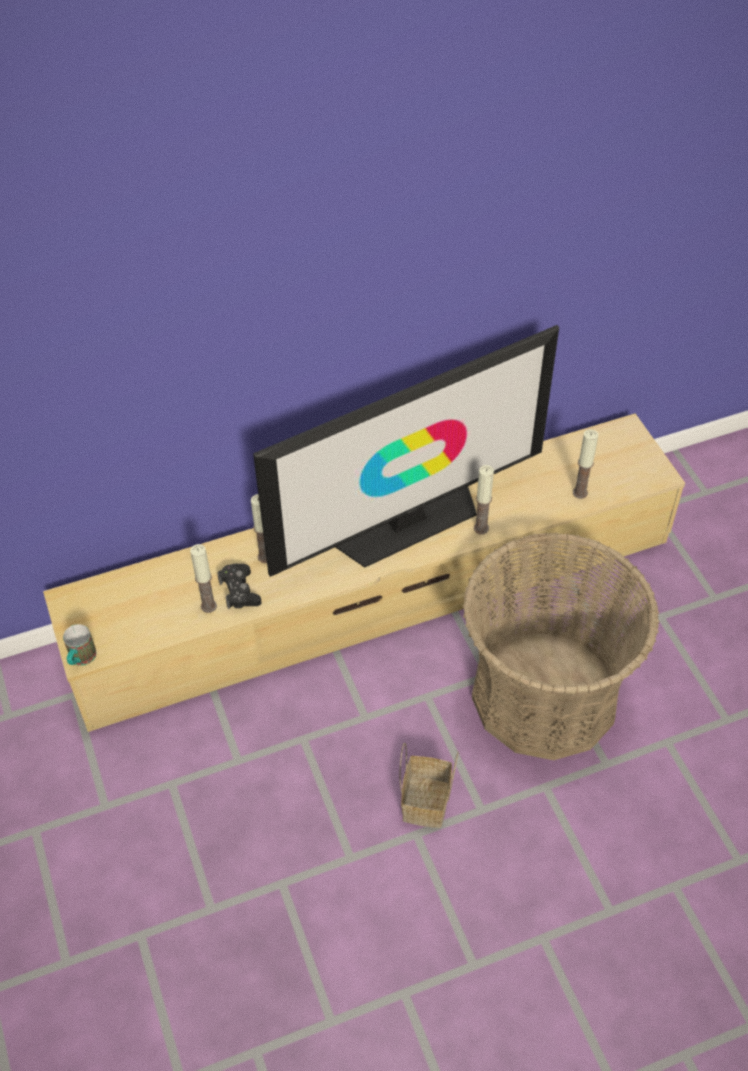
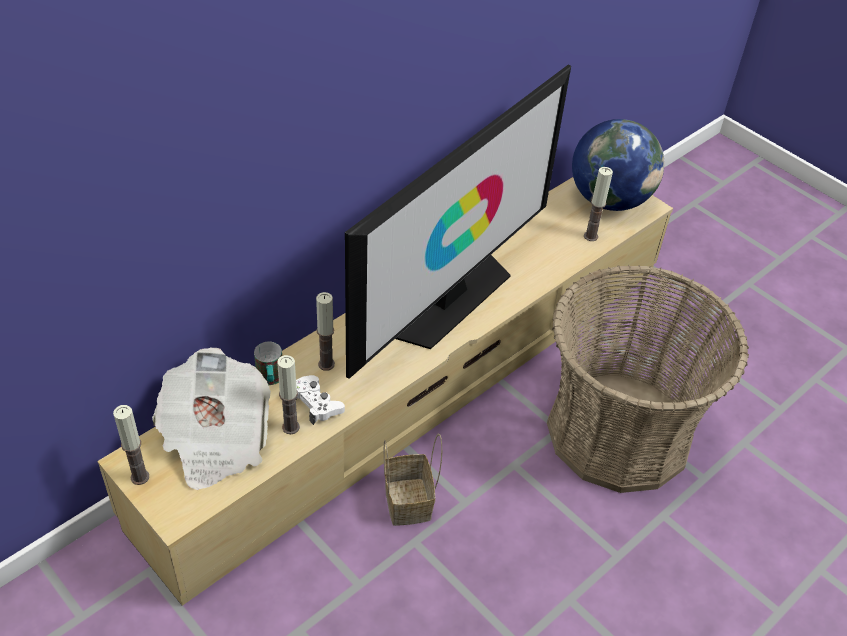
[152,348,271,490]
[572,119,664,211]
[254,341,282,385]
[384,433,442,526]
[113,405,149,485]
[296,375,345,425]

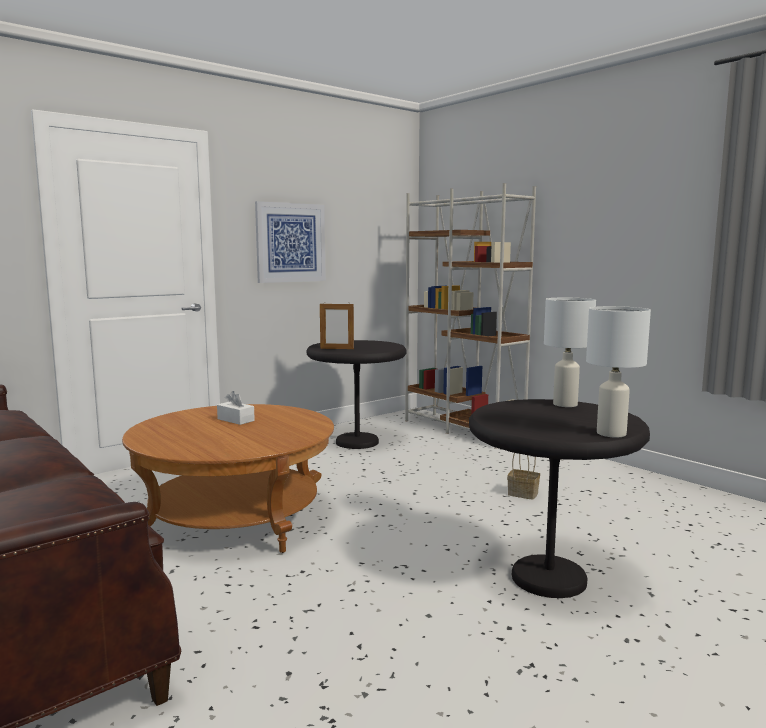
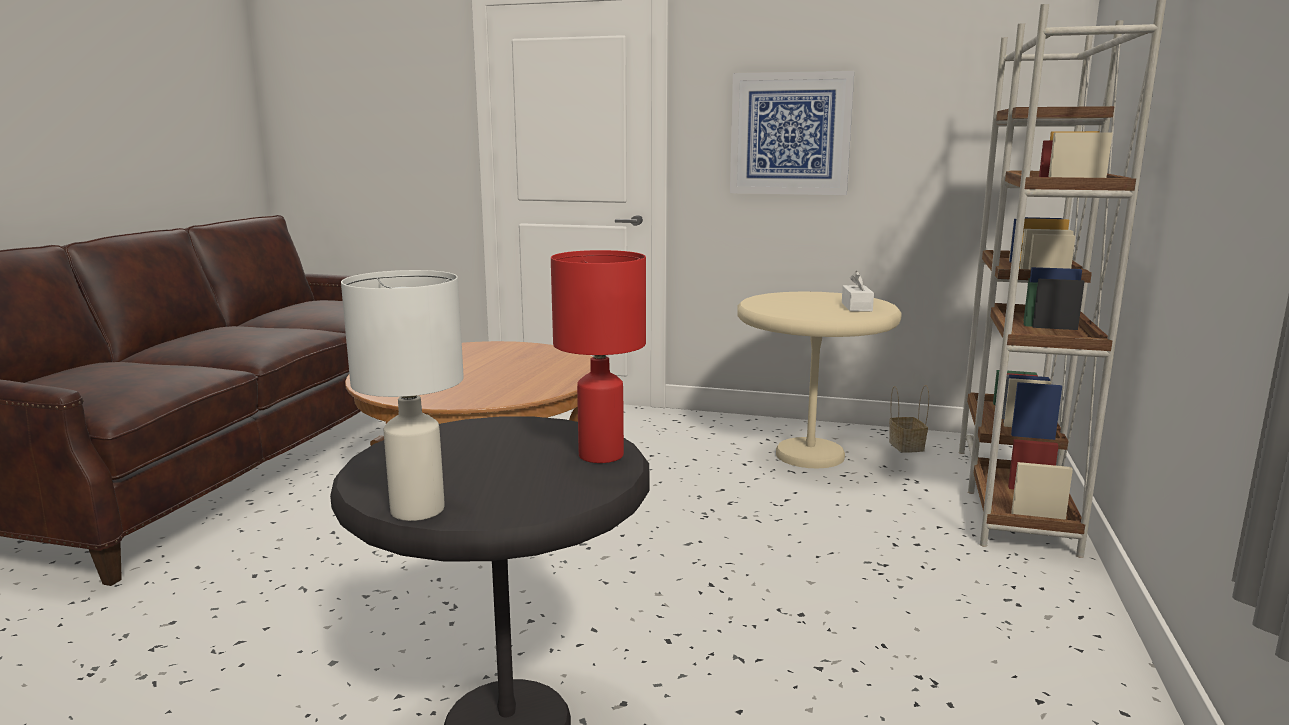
[320,302,354,349] (first image)
[842,271,874,312]
[889,385,929,453]
[737,291,902,468]
[551,250,646,463]

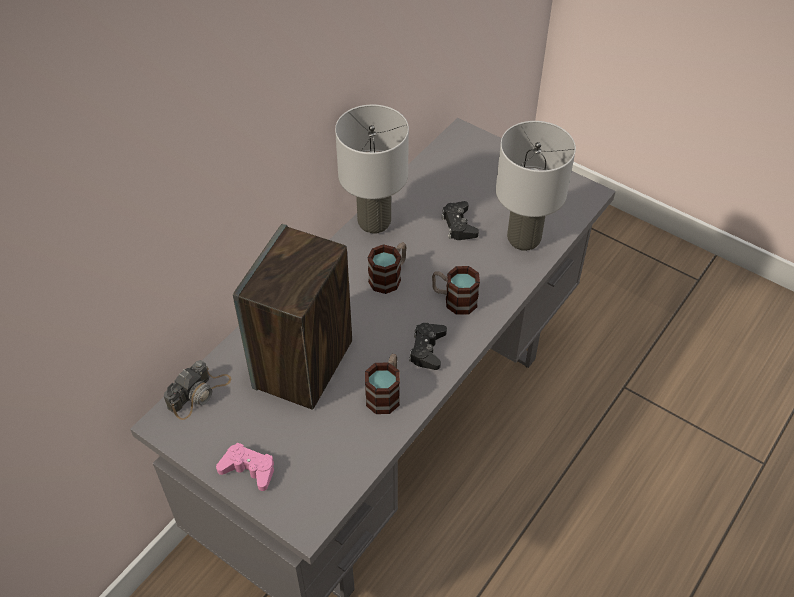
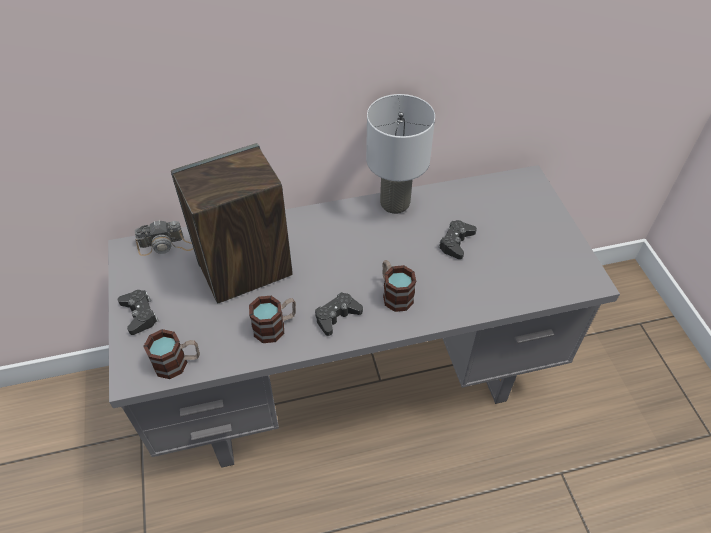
[496,121,576,251] (first image)
[143,329,200,379]
[118,290,159,335]

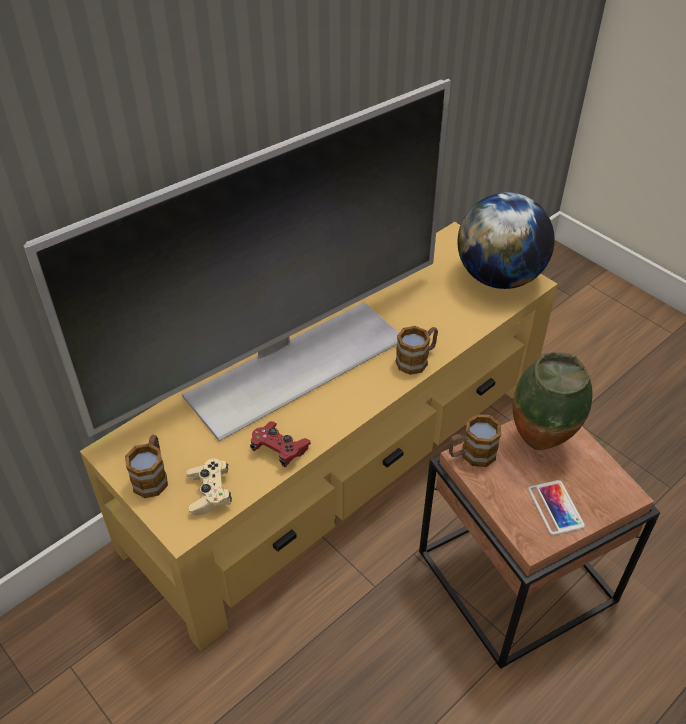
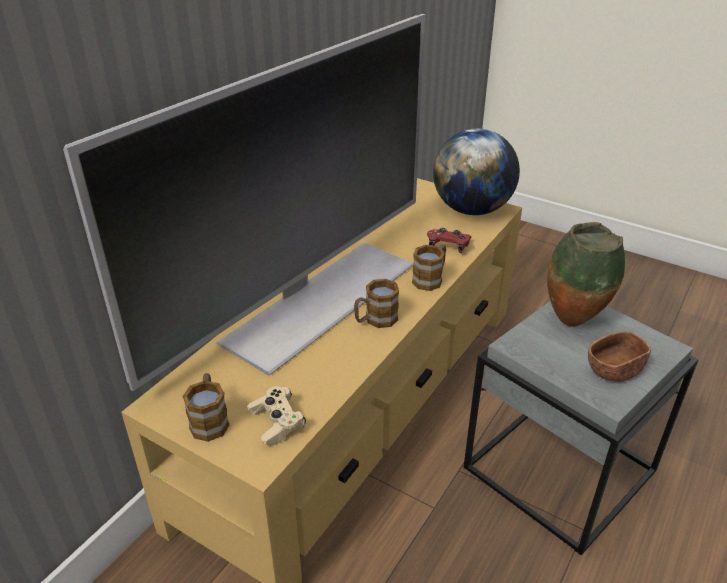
[427,228,472,253]
[354,279,399,328]
[588,331,651,382]
[464,301,699,555]

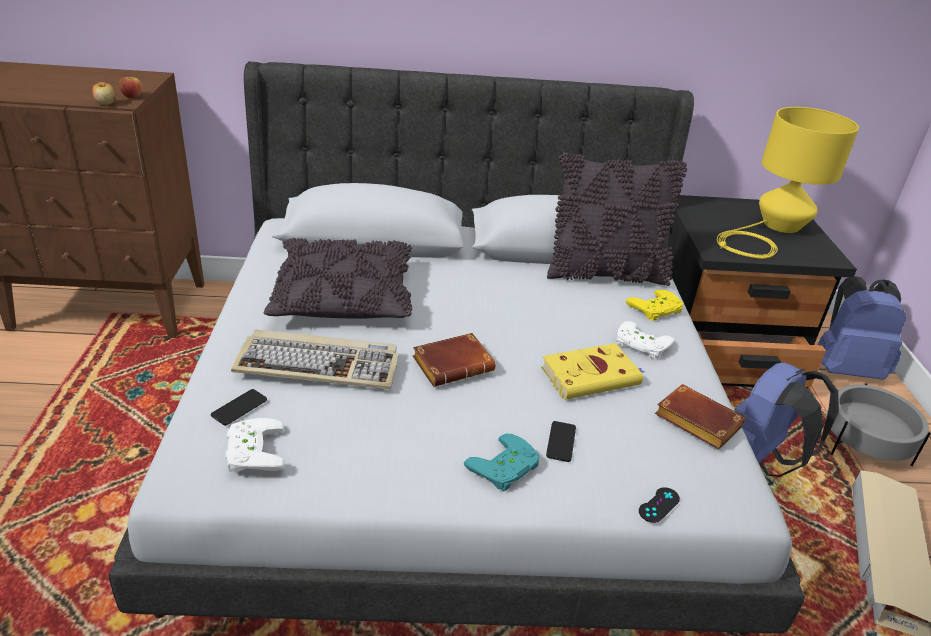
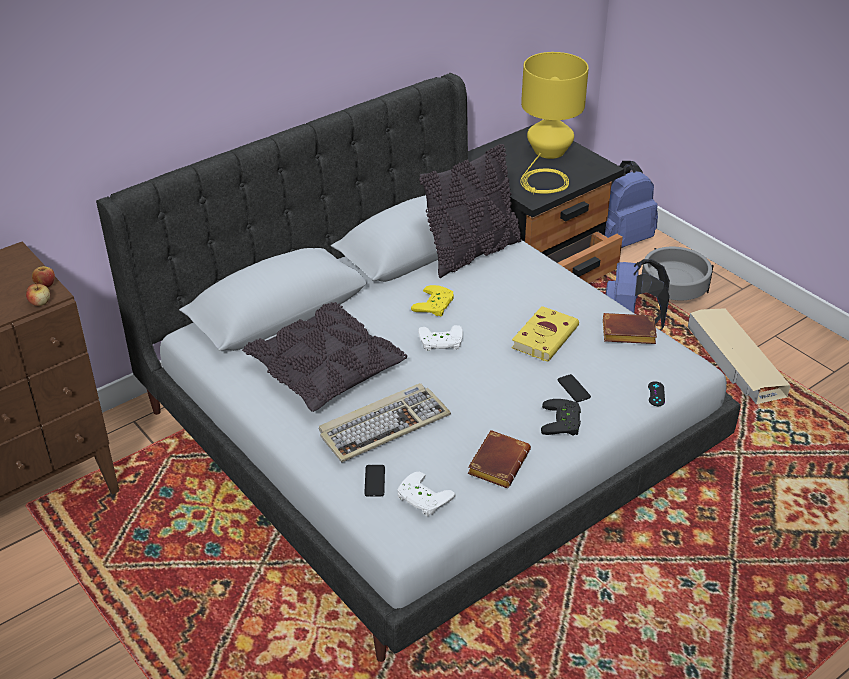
[467,430,531,488]
[418,325,463,351]
[411,285,454,316]
[541,399,581,436]

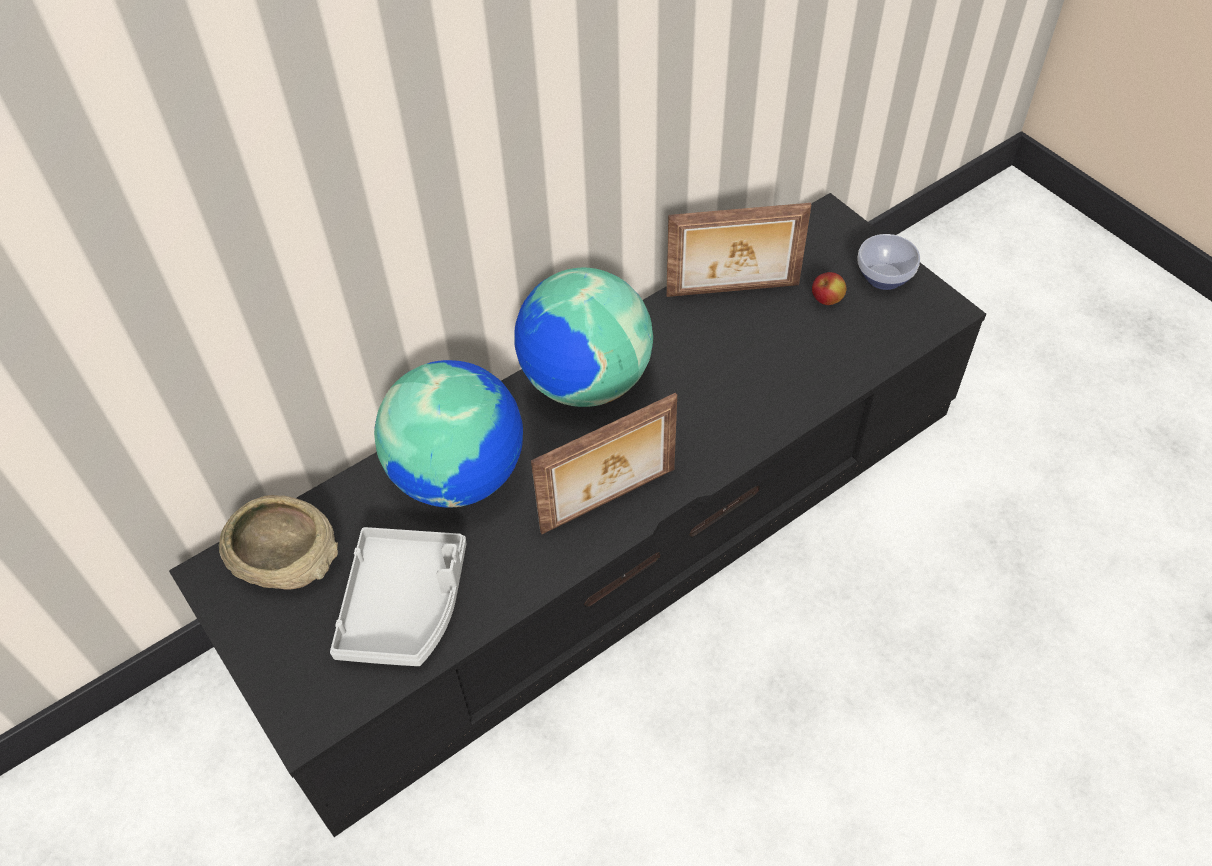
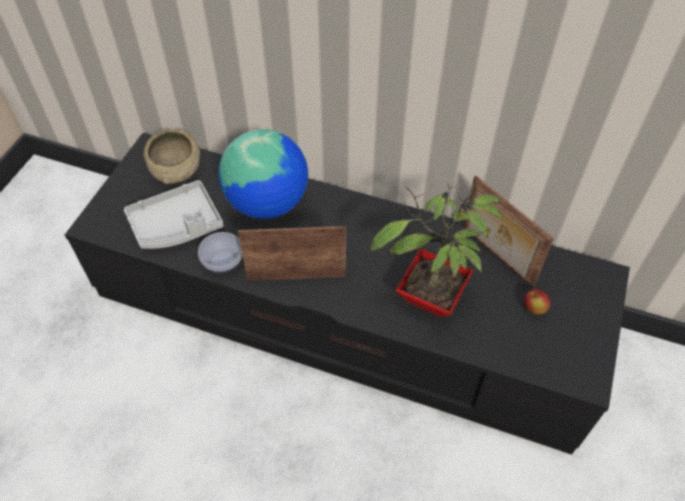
[514,268,653,407] (first image)
[369,183,502,317]
[198,232,243,273]
[238,226,346,281]

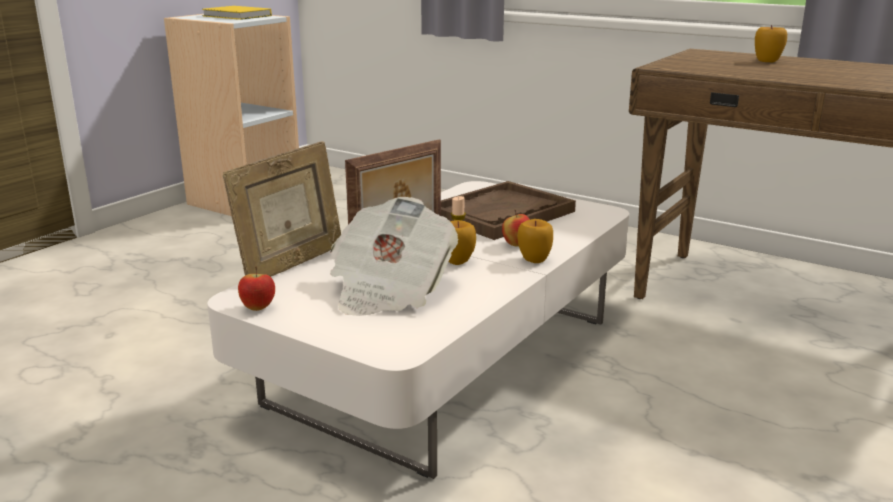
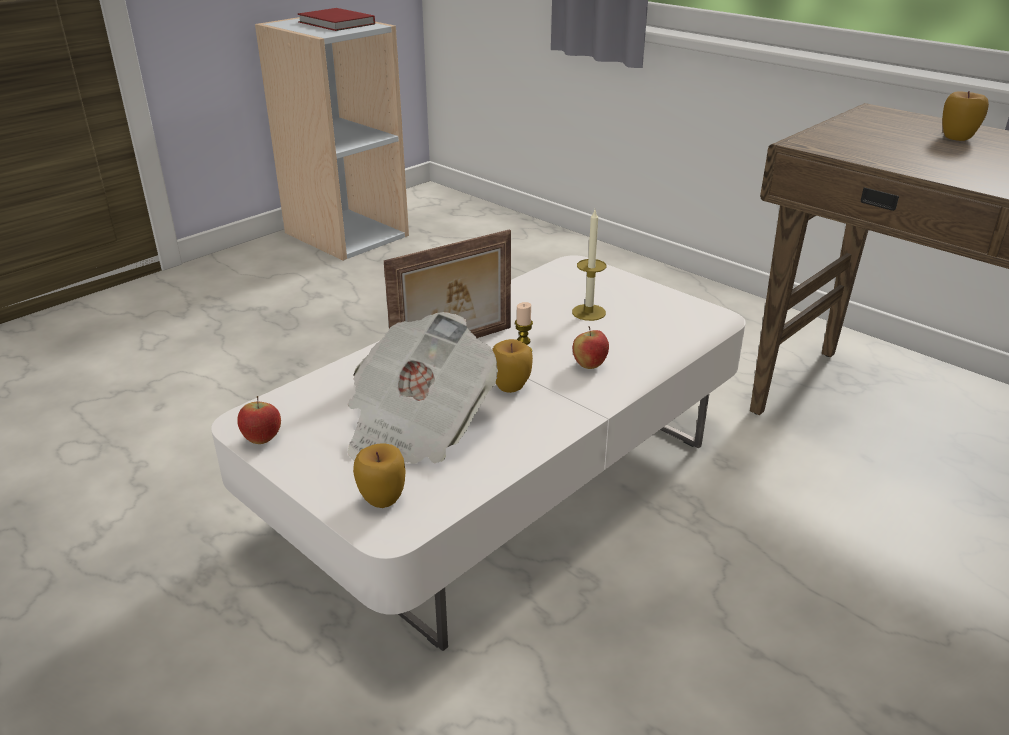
[223,141,341,277] (first image)
[353,443,406,508]
[572,210,606,321]
[297,8,375,31]

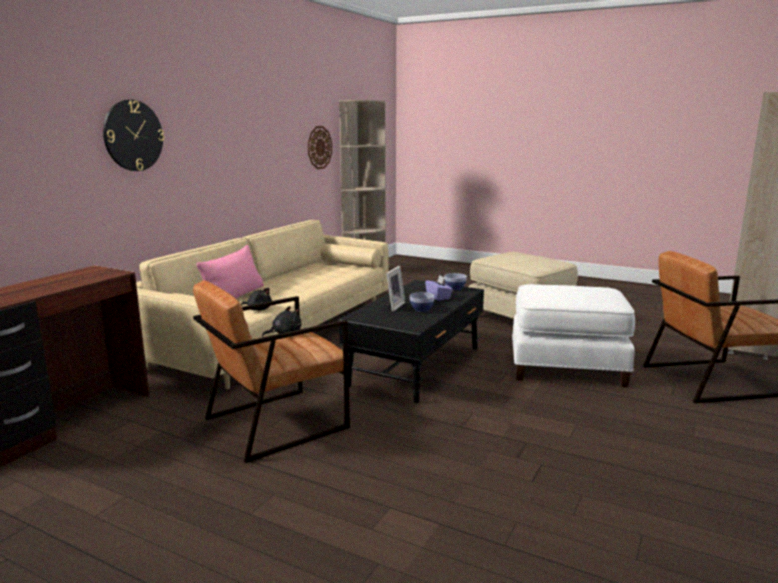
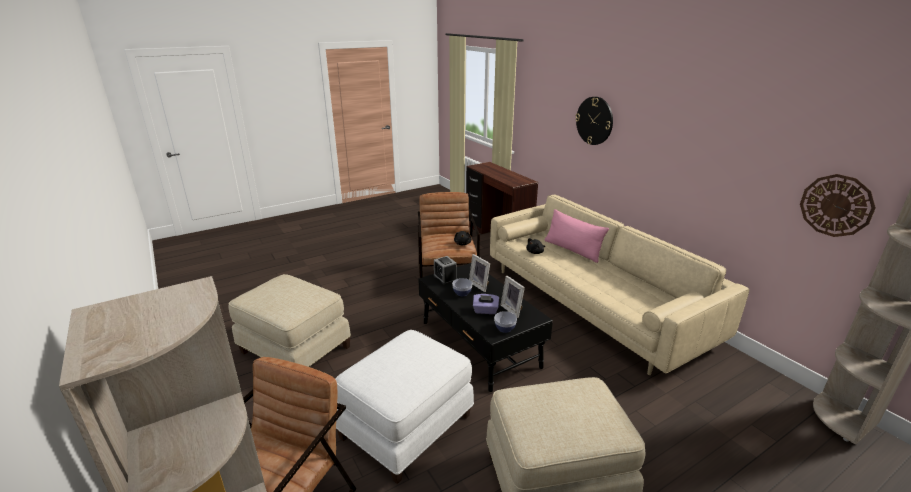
[228,274,351,367]
[434,256,457,285]
[501,276,525,318]

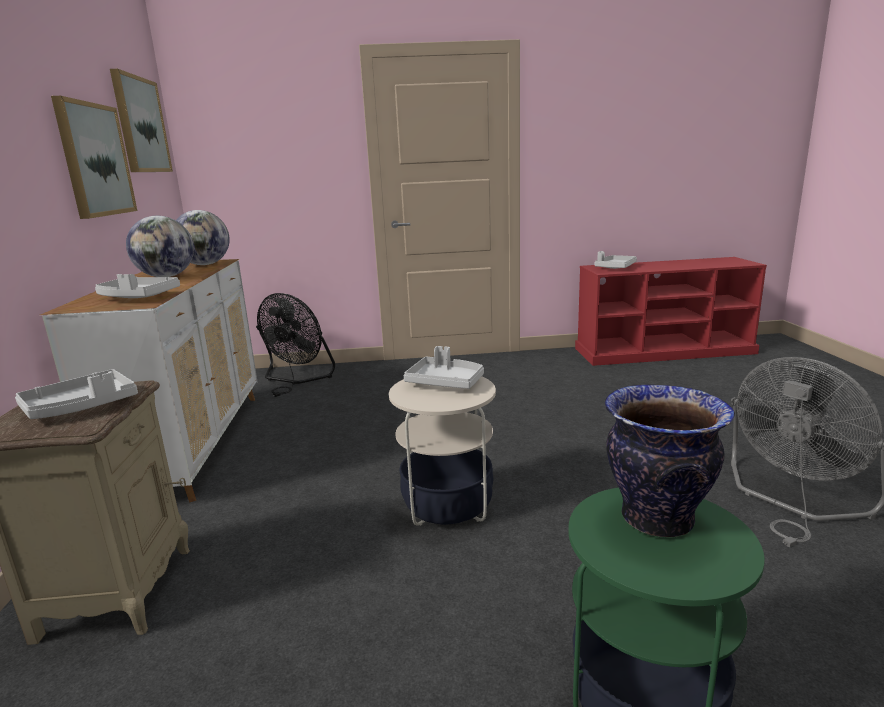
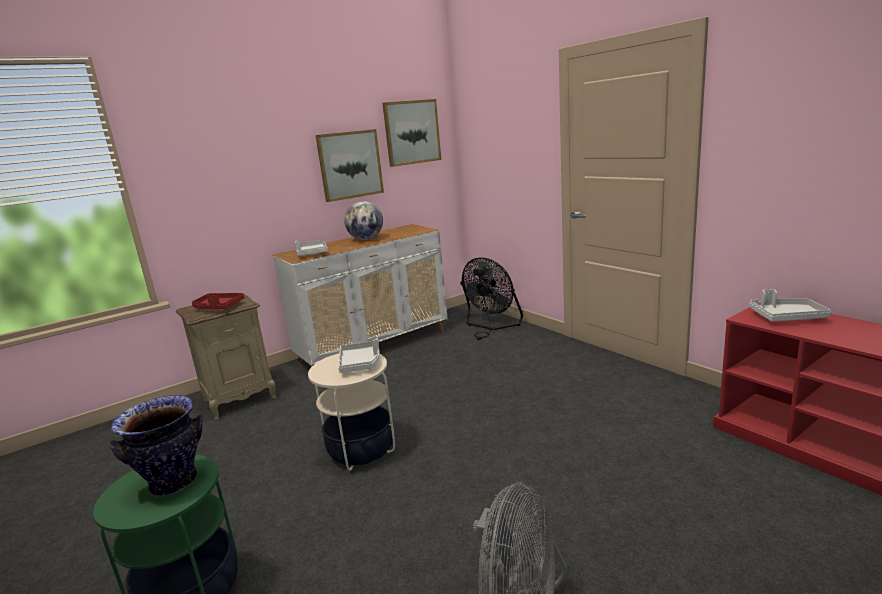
[176,210,230,265] (first image)
[192,293,244,309]
[460,258,523,340]

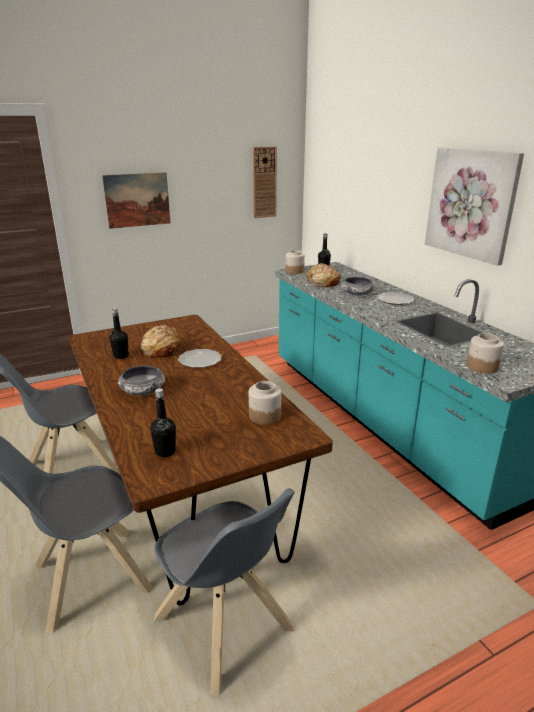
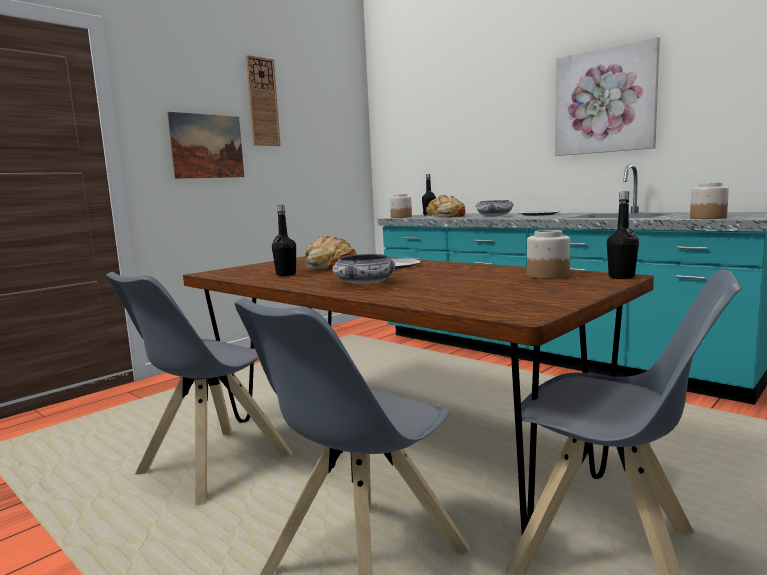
[607,191,639,279]
[246,55,281,146]

